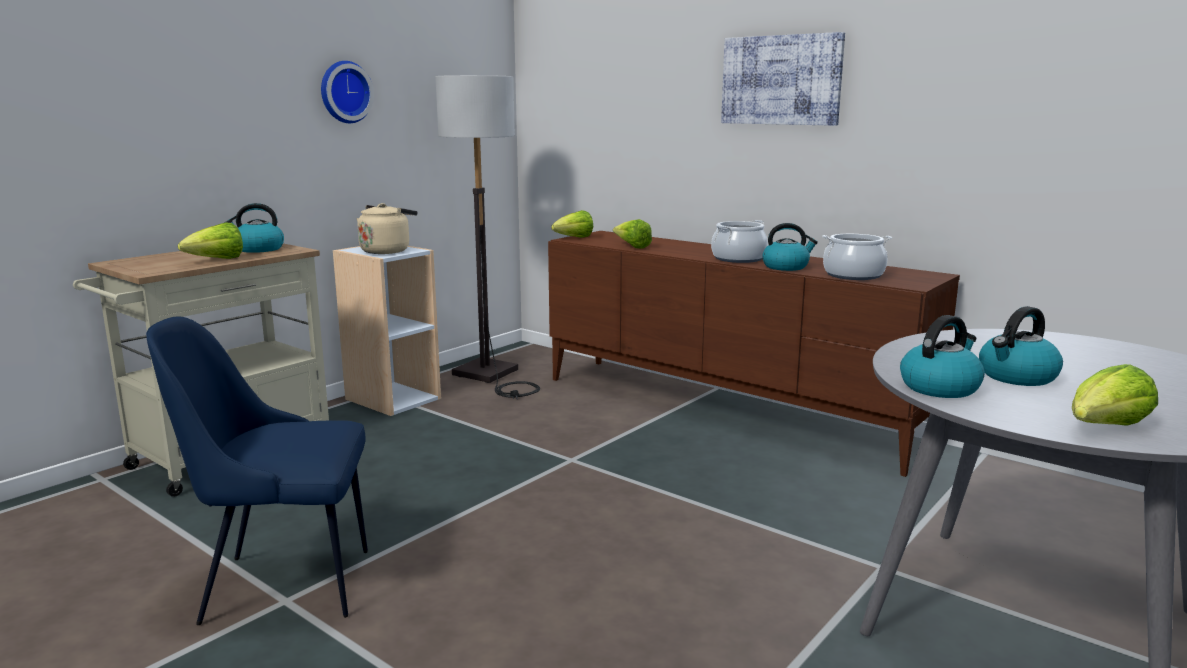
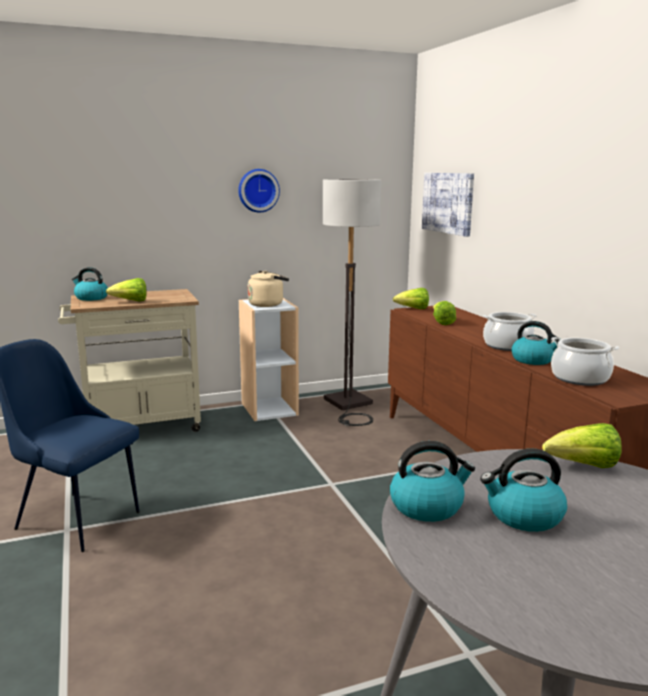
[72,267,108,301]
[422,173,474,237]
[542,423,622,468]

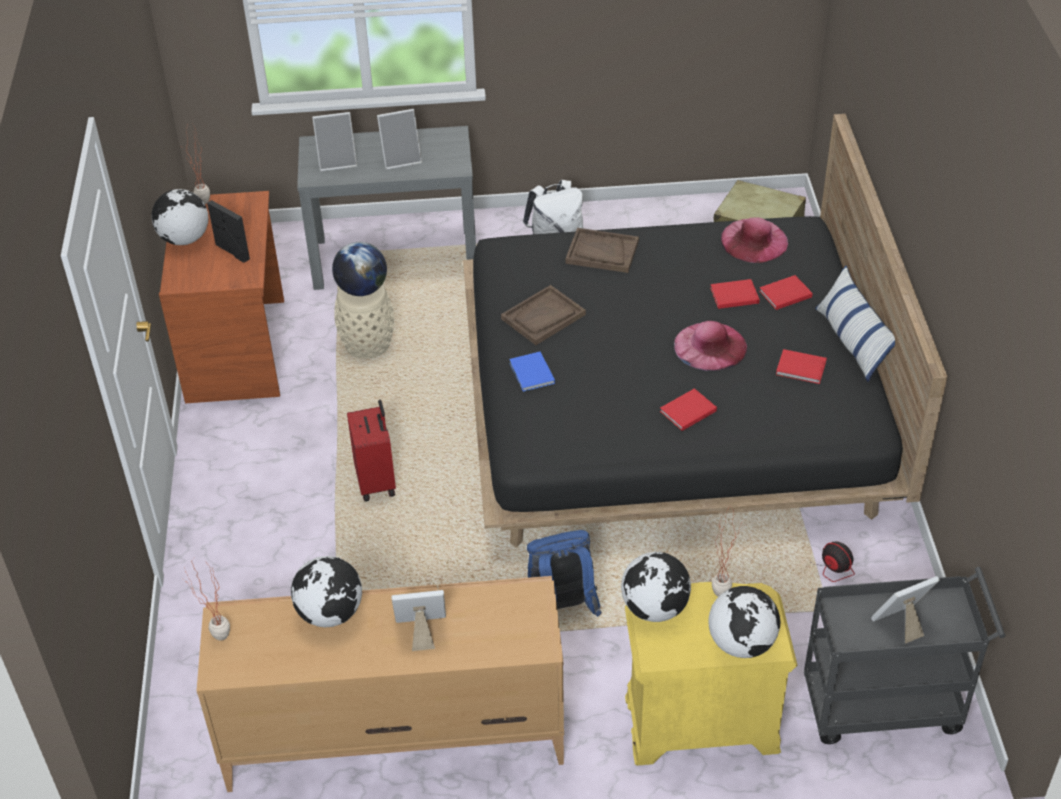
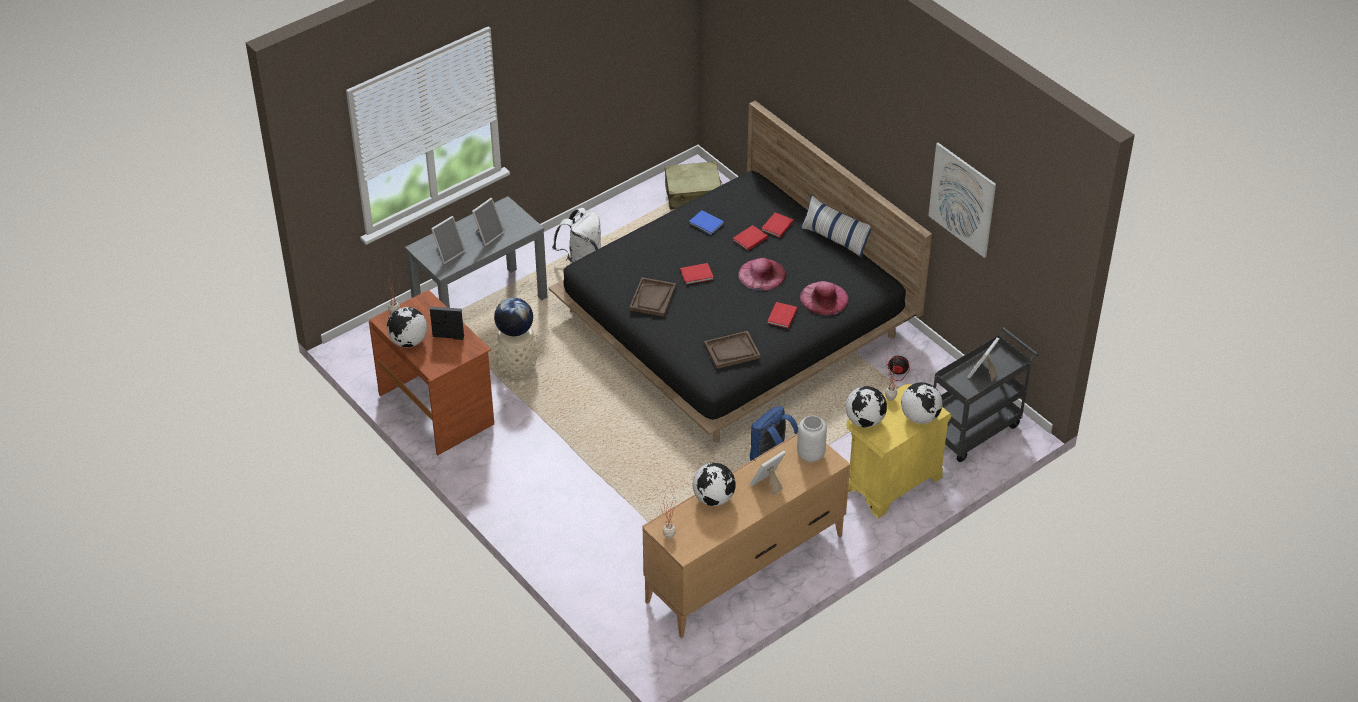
[347,400,396,502] (first image)
[797,415,827,462]
[928,143,996,258]
[689,210,724,235]
[704,331,760,369]
[800,281,849,315]
[680,263,714,285]

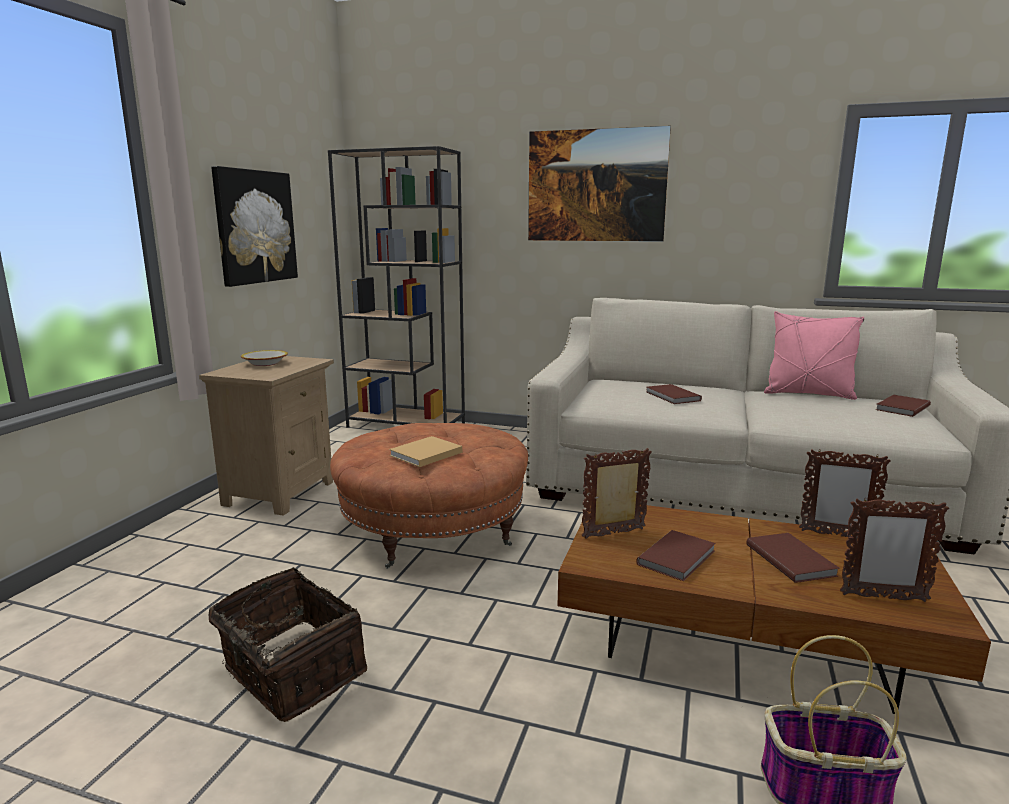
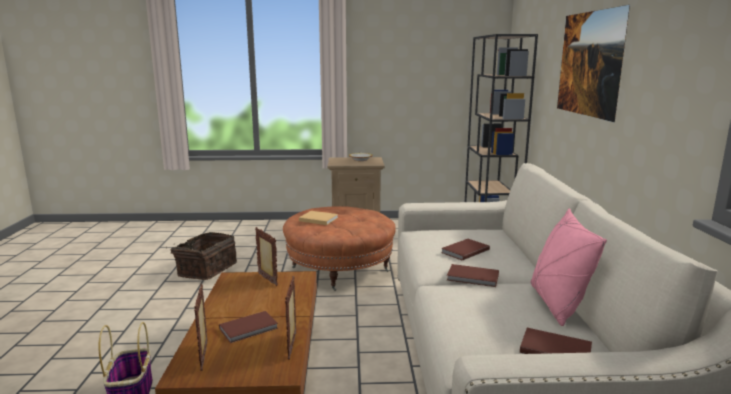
[211,166,298,287] (first image)
[447,264,499,287]

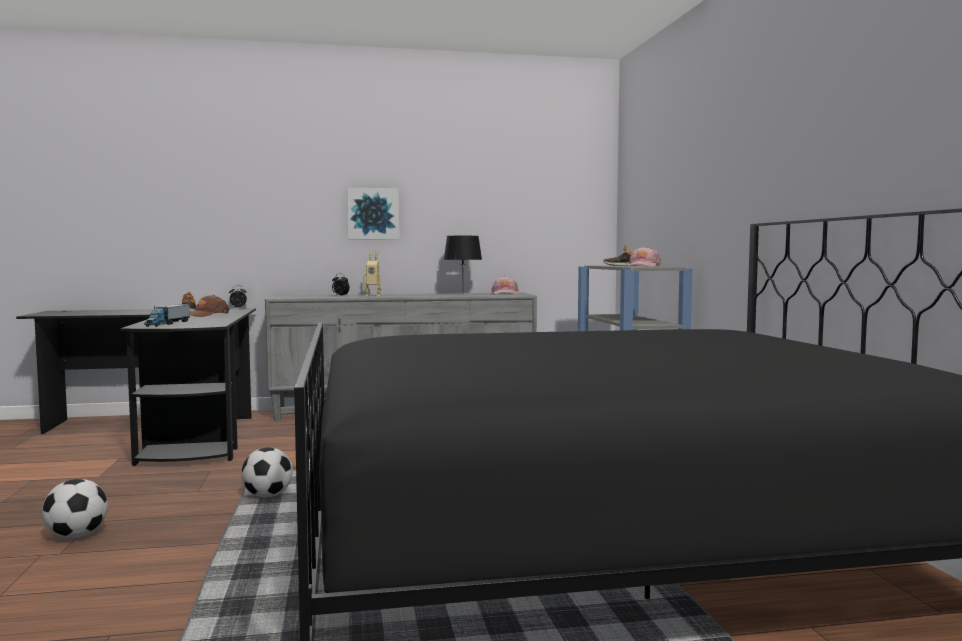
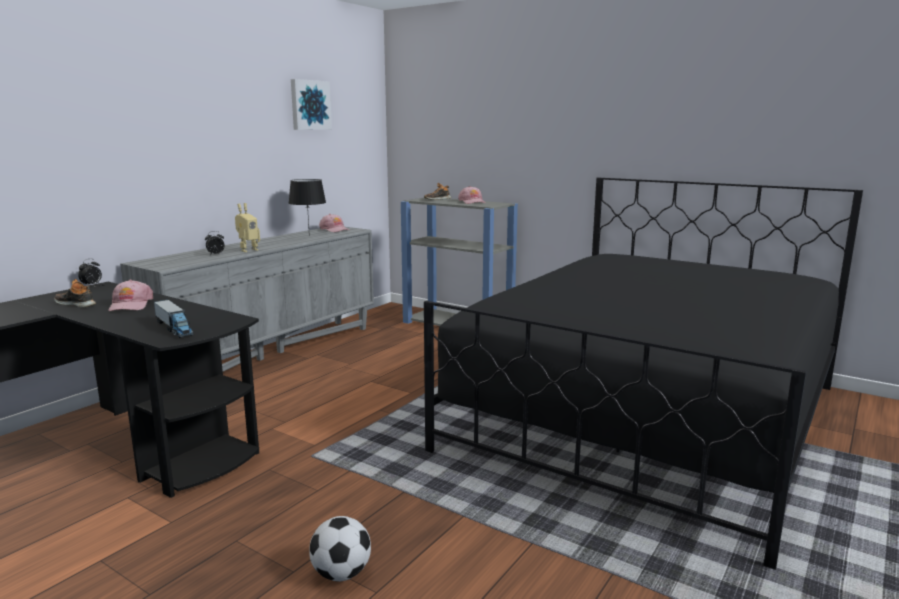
[241,447,293,498] (first image)
[291,79,332,130]
[108,279,153,311]

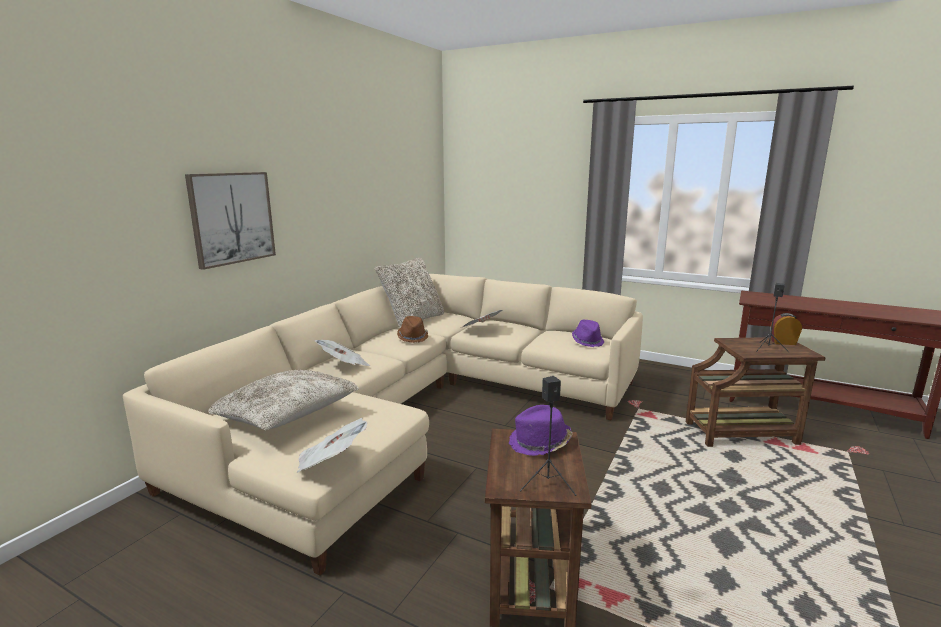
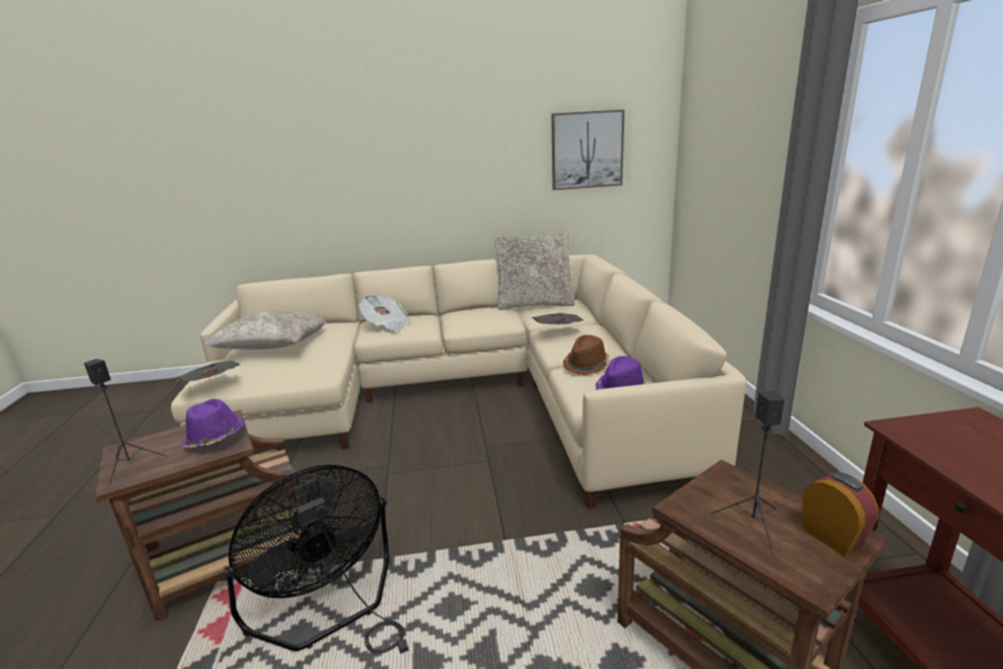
[224,465,409,655]
[551,110,625,190]
[563,335,610,375]

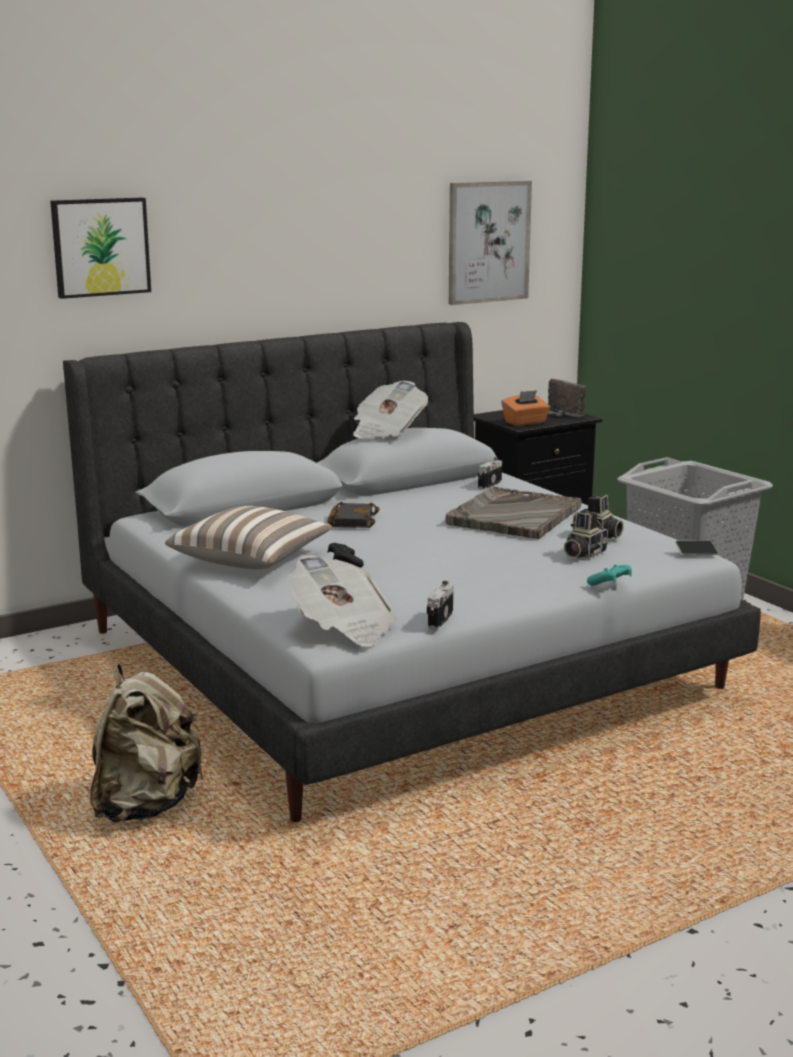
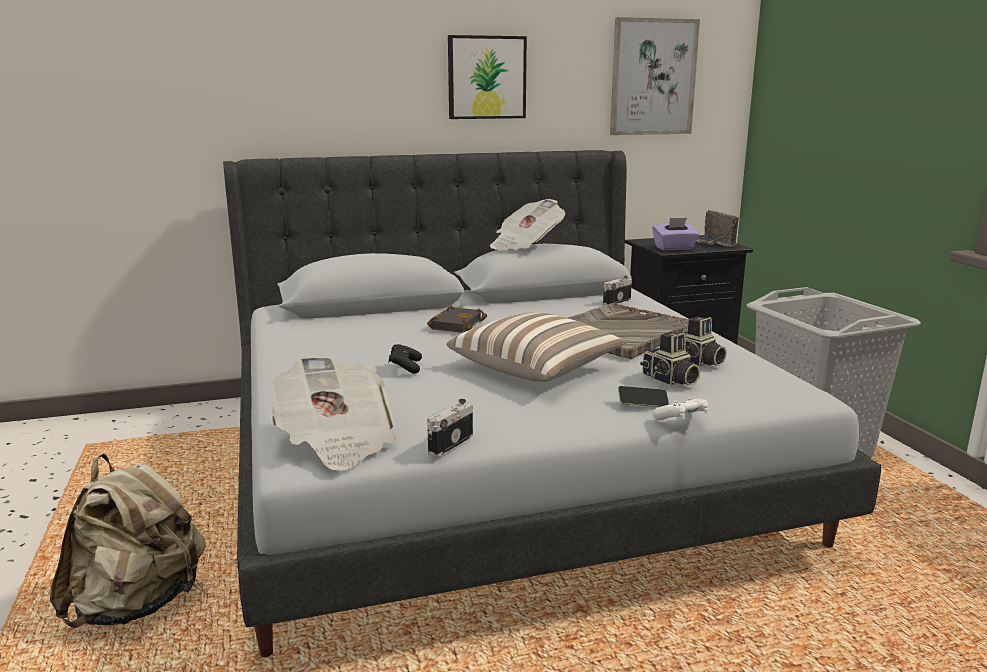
[448,35,527,119]
[446,312,627,382]
[618,386,670,407]
[652,218,699,251]
[653,398,708,420]
[640,332,700,386]

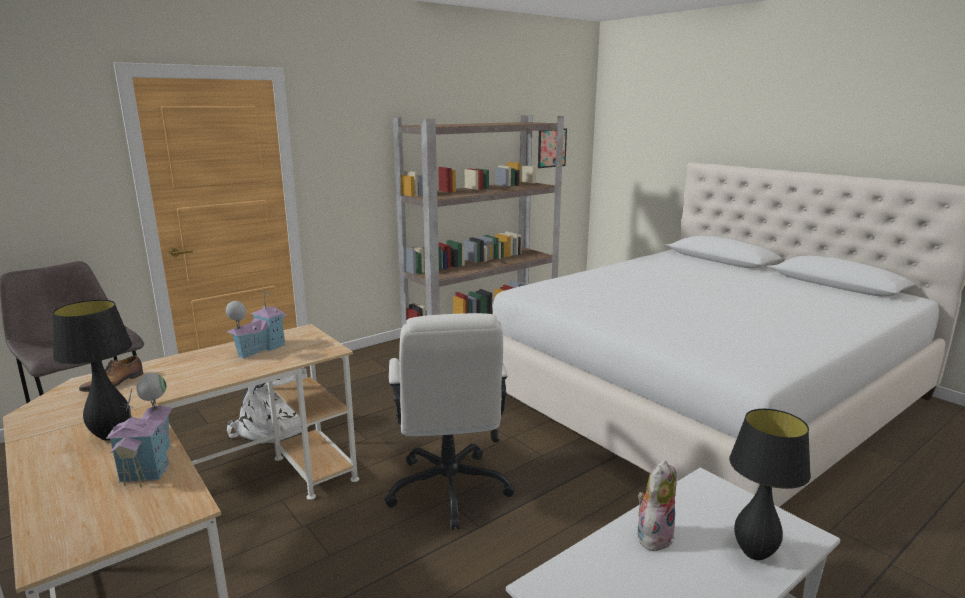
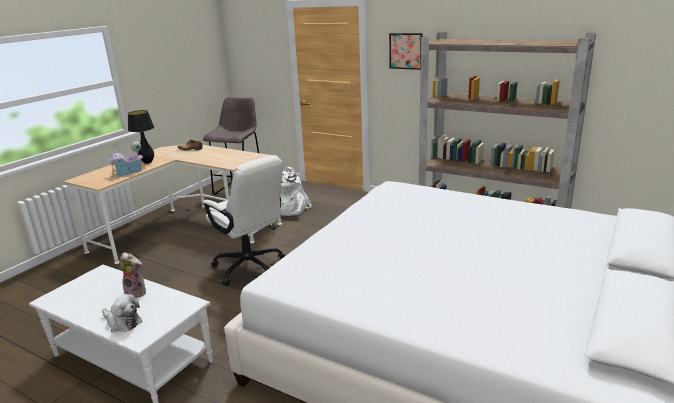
[226,290,288,359] (first image)
[389,33,422,70]
[102,294,142,332]
[203,155,286,286]

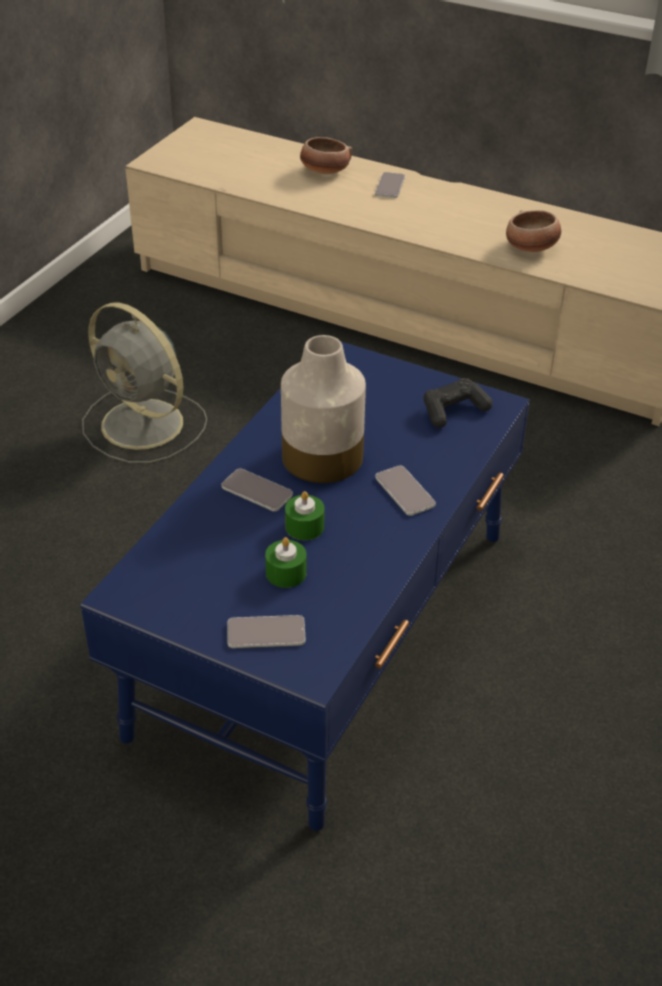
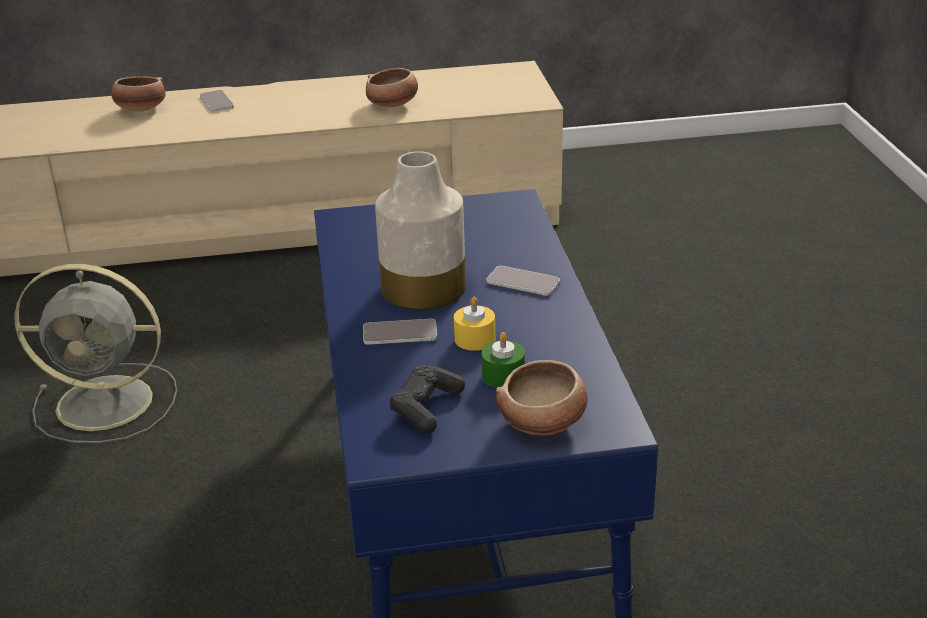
[389,365,465,433]
[496,360,588,435]
[454,297,495,351]

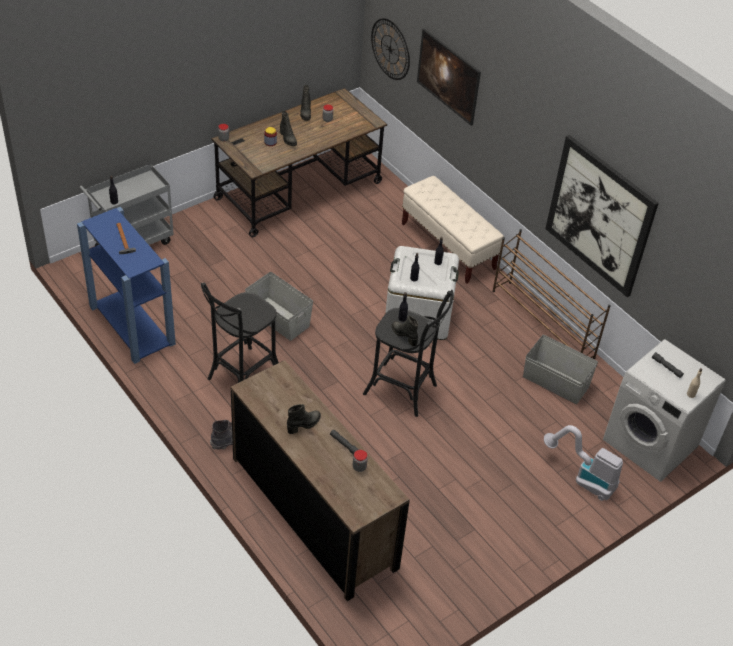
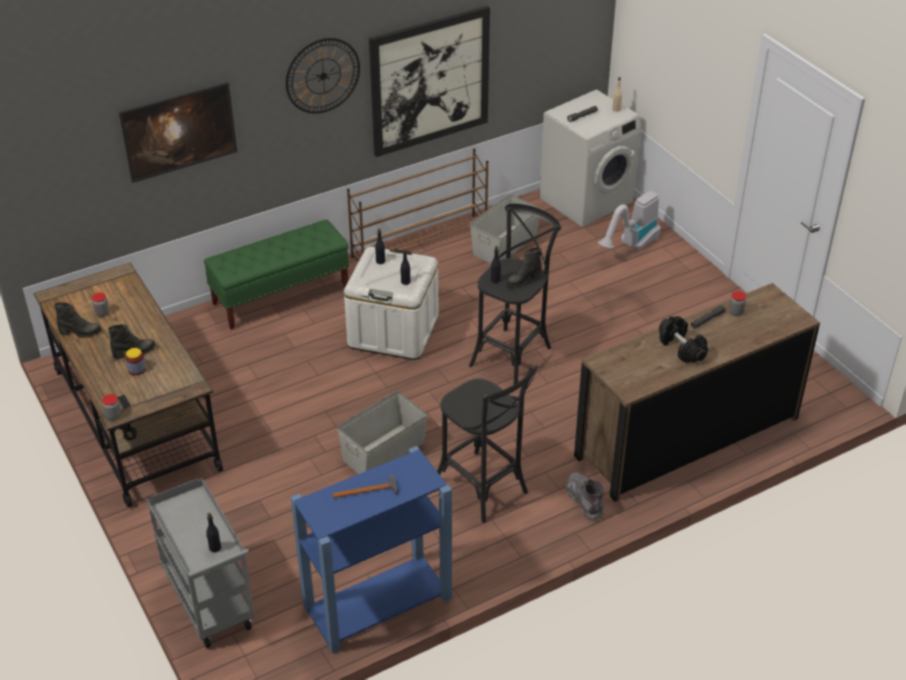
[286,38,360,114]
[659,316,708,363]
[204,219,349,330]

